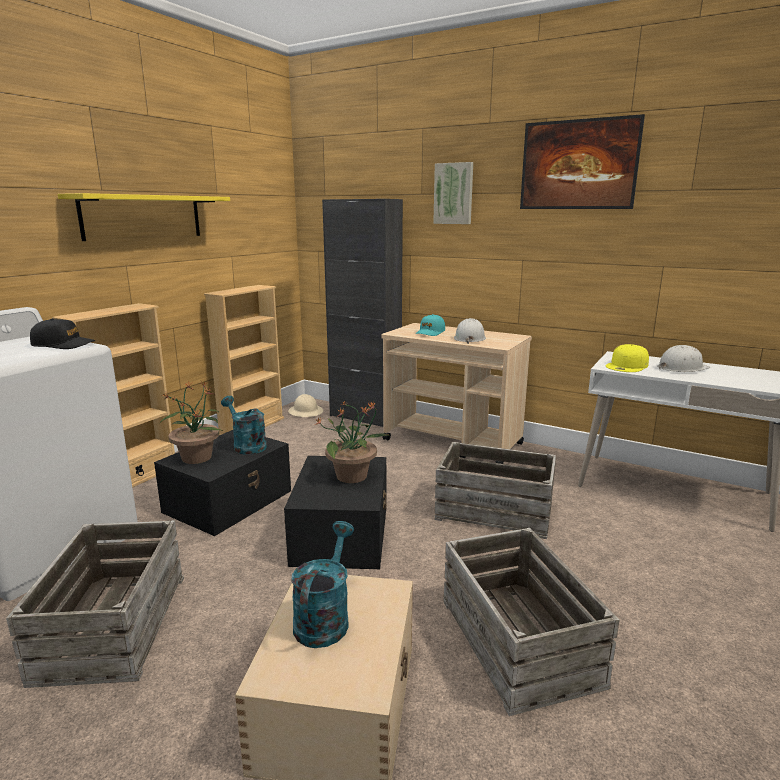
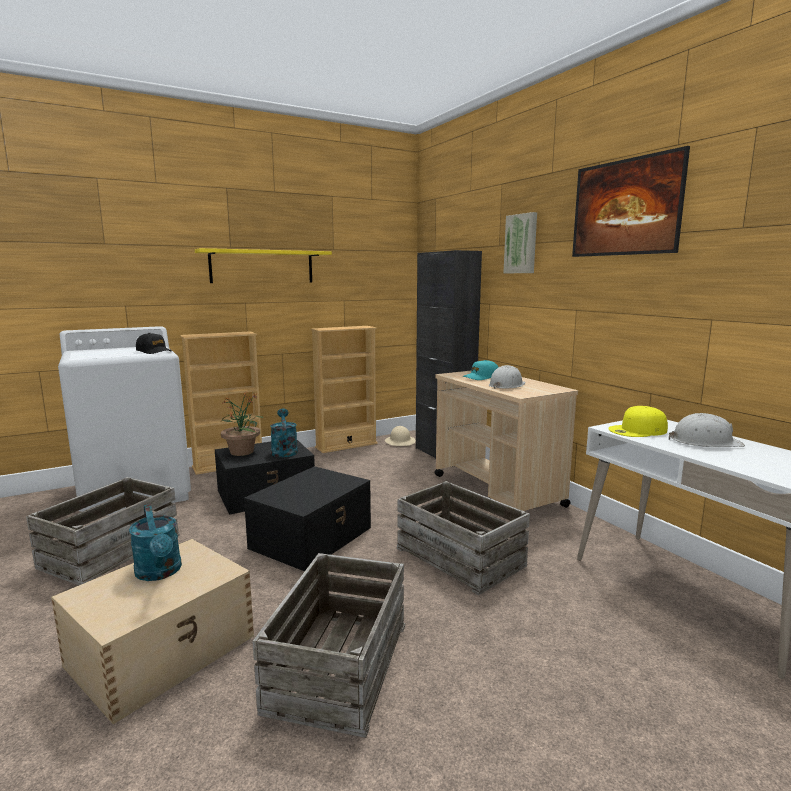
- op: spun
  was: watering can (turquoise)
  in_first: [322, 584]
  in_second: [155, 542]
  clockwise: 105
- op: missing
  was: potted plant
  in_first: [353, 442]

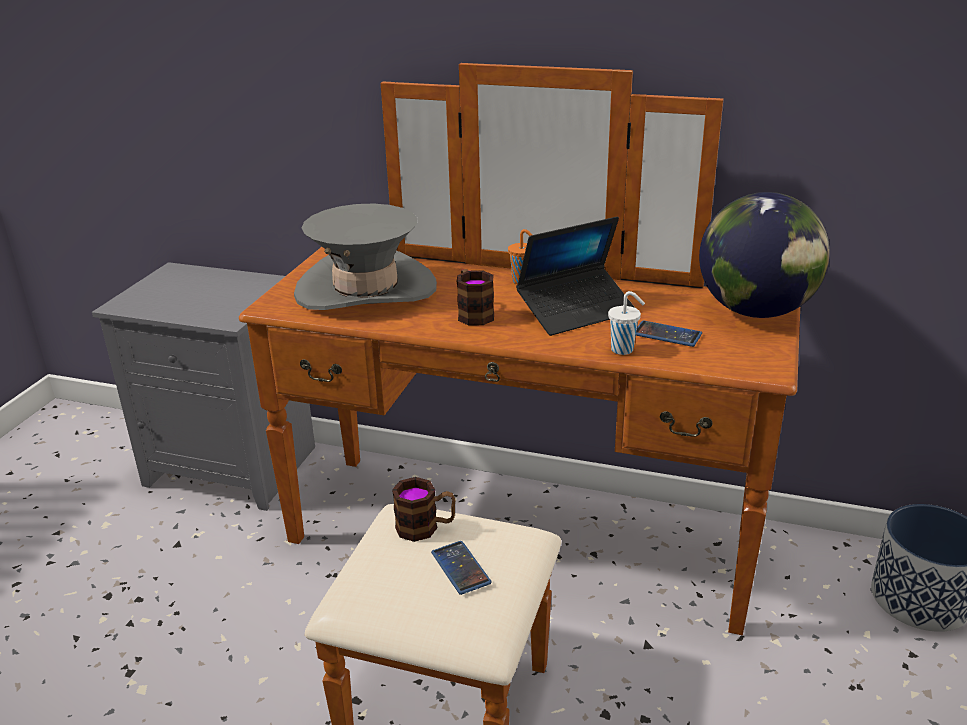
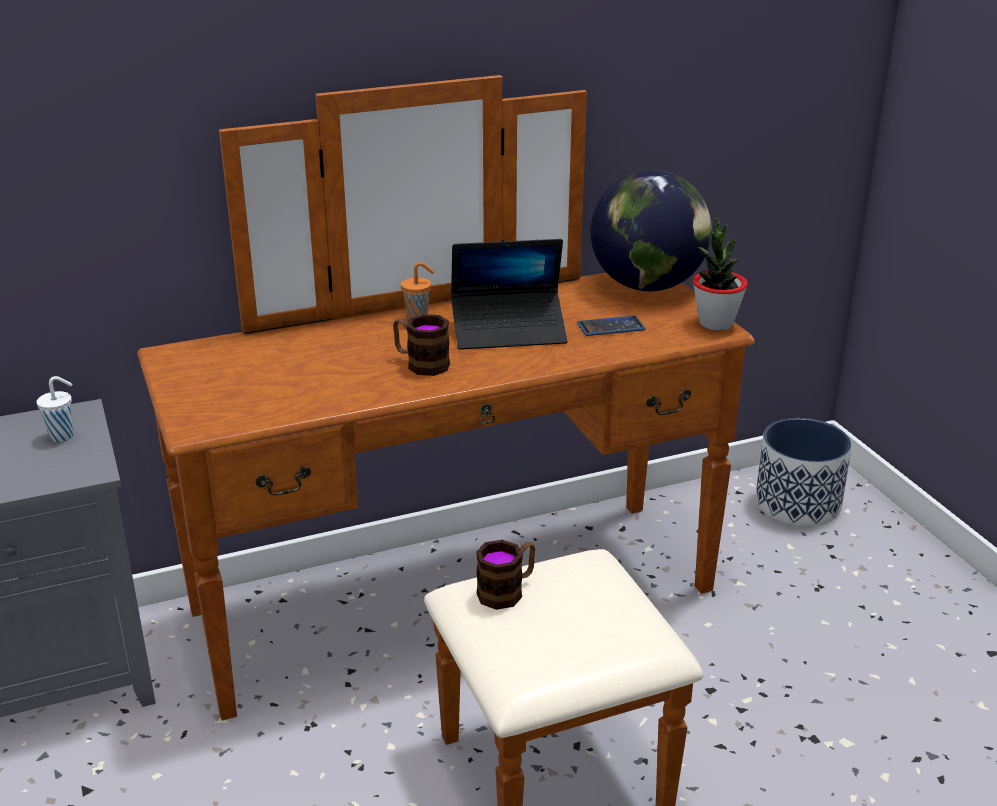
- op: relocated
  was: cup (white)
  in_first: [626, 323]
  in_second: [55, 409]
- op: spun
  was: laptop
  in_first: [575, 276]
  in_second: [509, 294]
  clockwise: 60
- op: appeared
  now: potted plant
  in_second: [720, 274]
- op: missing
  was: hat (grey)
  in_first: [365, 257]
- op: missing
  was: phone
  in_first: [461, 568]

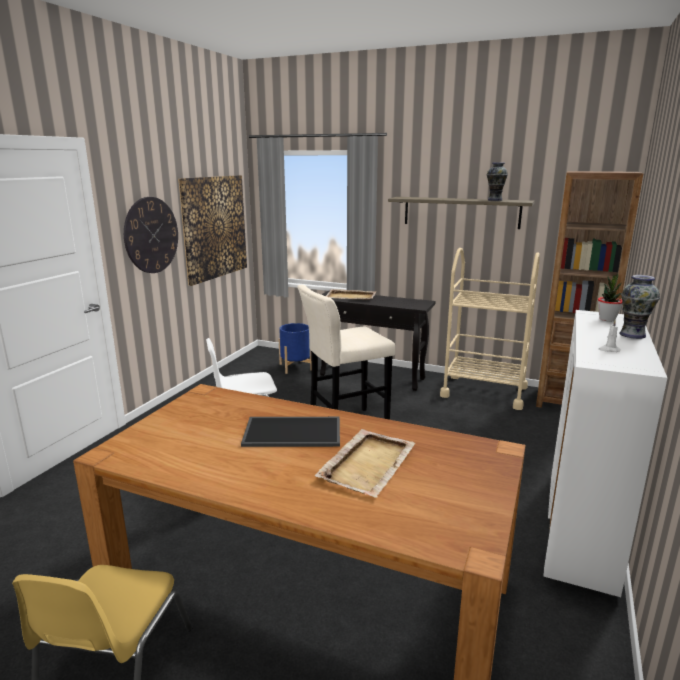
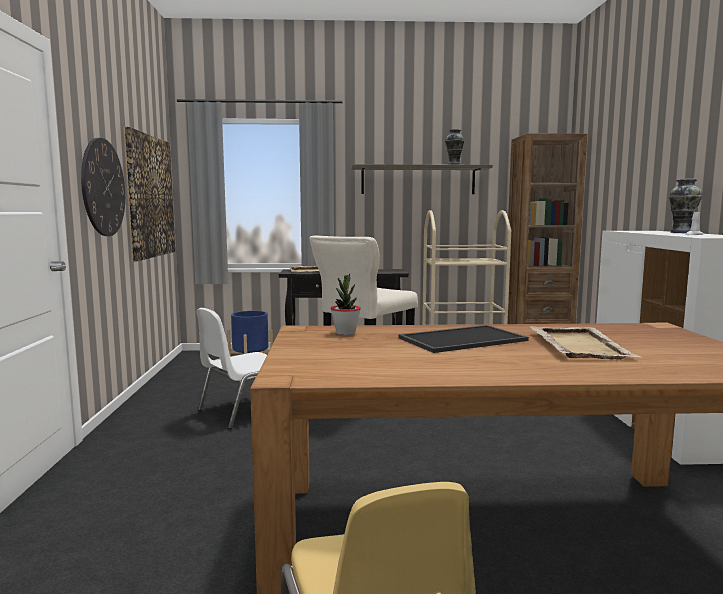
- op: relocated
  was: potted plant
  in_first: [610, 297]
  in_second: [346, 304]

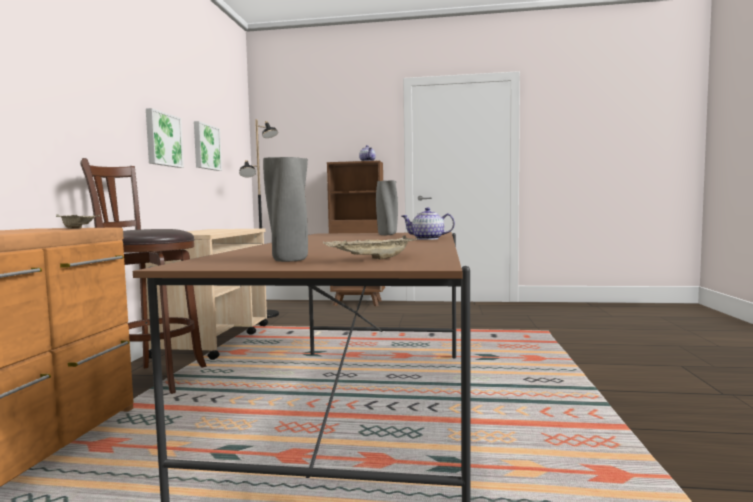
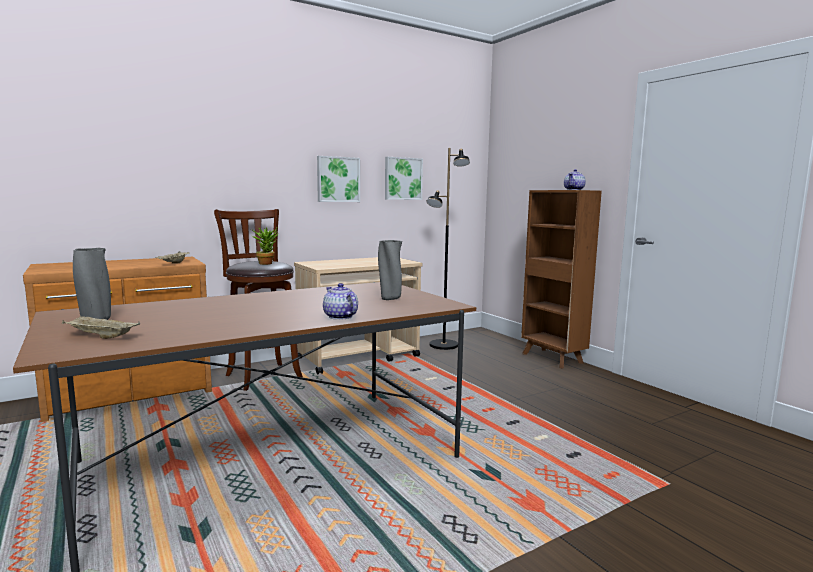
- op: appeared
  now: potted plant
  in_second: [265, 246]

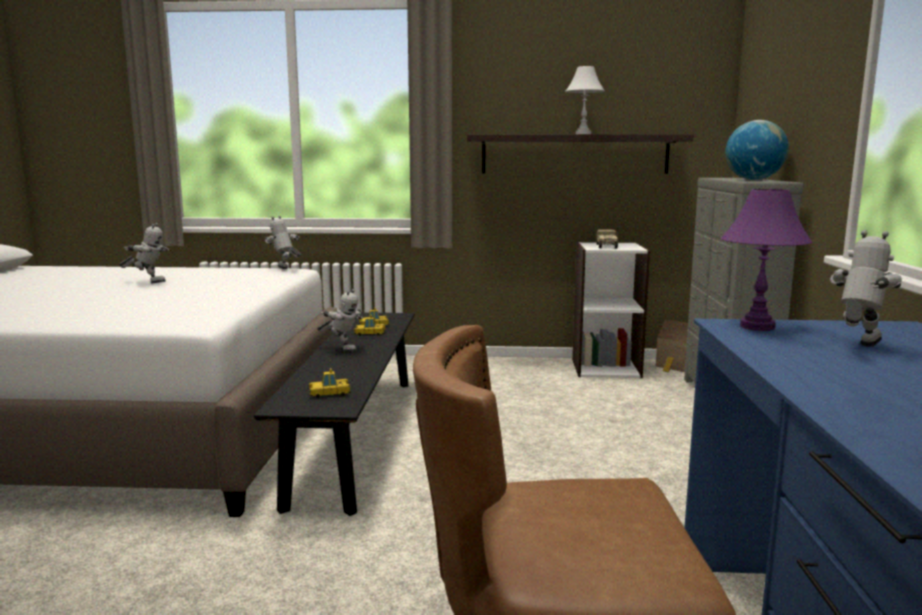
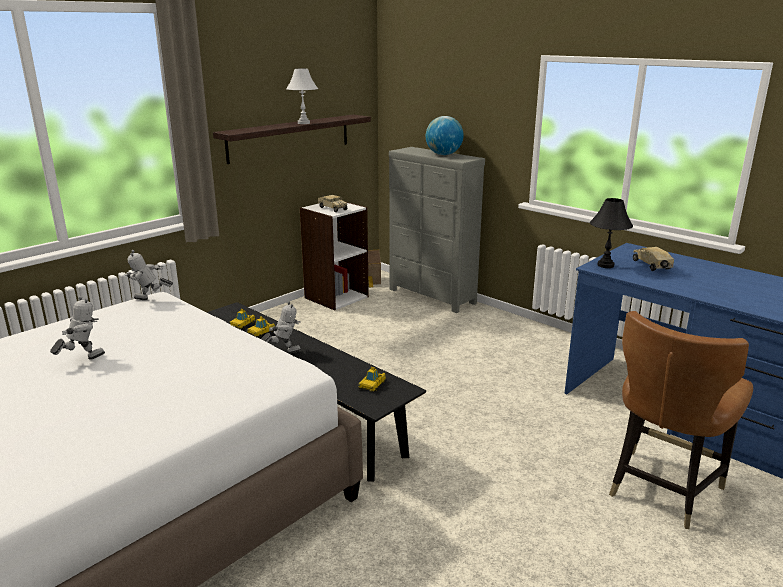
- op: colour
  was: table lamp (purple)
  now: table lamp (black)
  in_first: [766, 260]
  in_second: [611, 233]
- op: exchanged
  was: toy robot
  now: toy truck
  in_first: [866, 288]
  in_second: [653, 259]

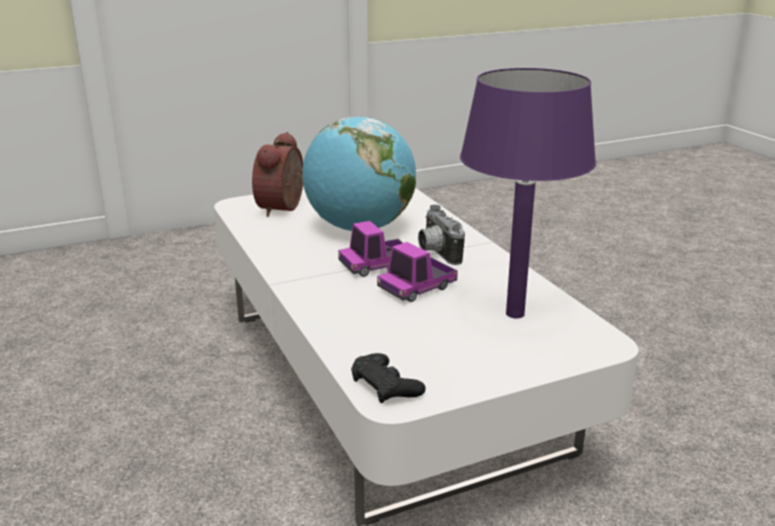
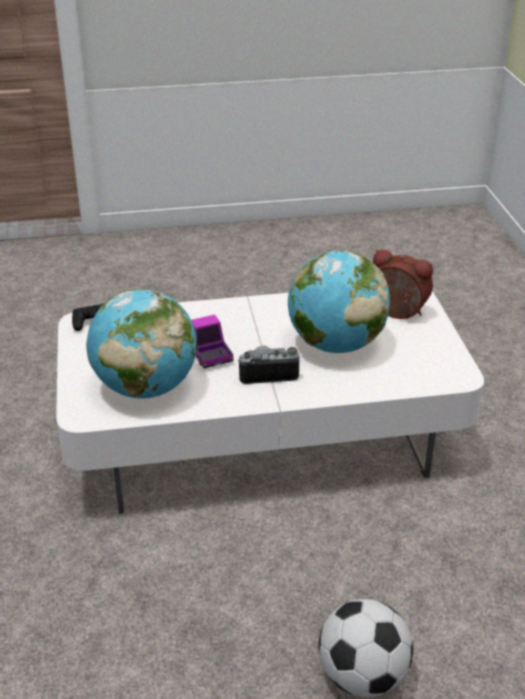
- op: exchanged
  was: table lamp (purple)
  now: globe
  in_first: [528, 193]
  in_second: [141, 343]
- op: appeared
  now: football
  in_second: [366, 648]
- op: missing
  was: toy truck
  in_first: [370, 249]

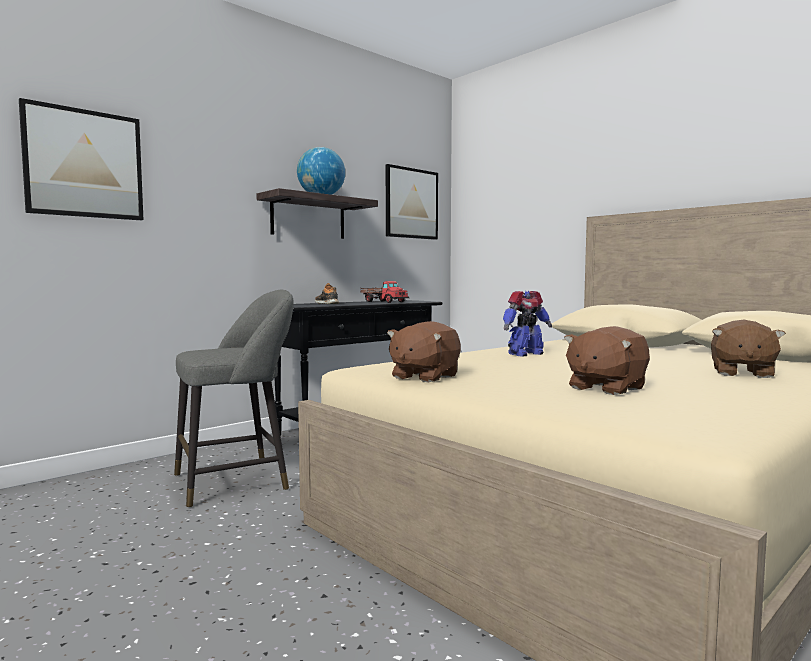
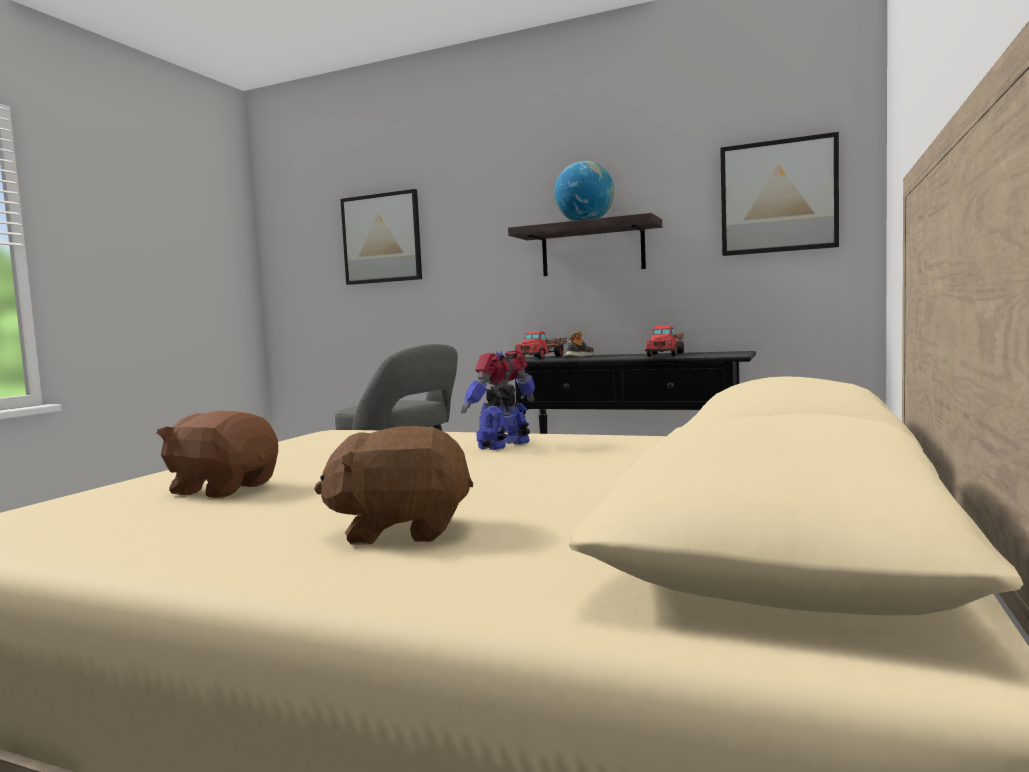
- op: spun
  was: toy robot
  in_first: [527, 323]
  in_second: [498, 400]
  clockwise: 105
- op: appeared
  now: toy truck
  in_second: [541, 345]
- op: missing
  was: plush toy (brown)
  in_first: [424, 351]

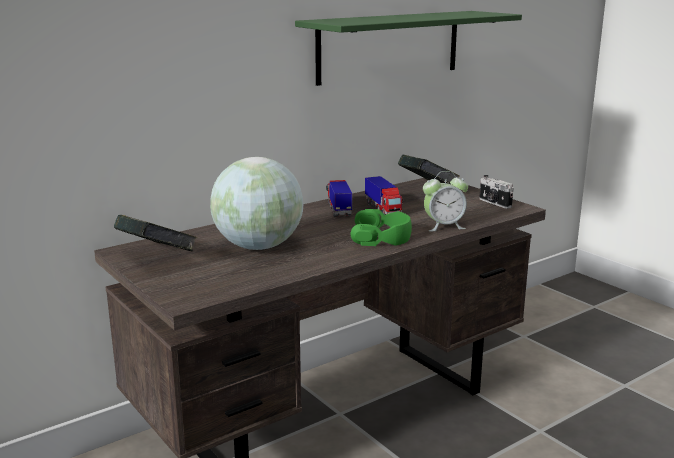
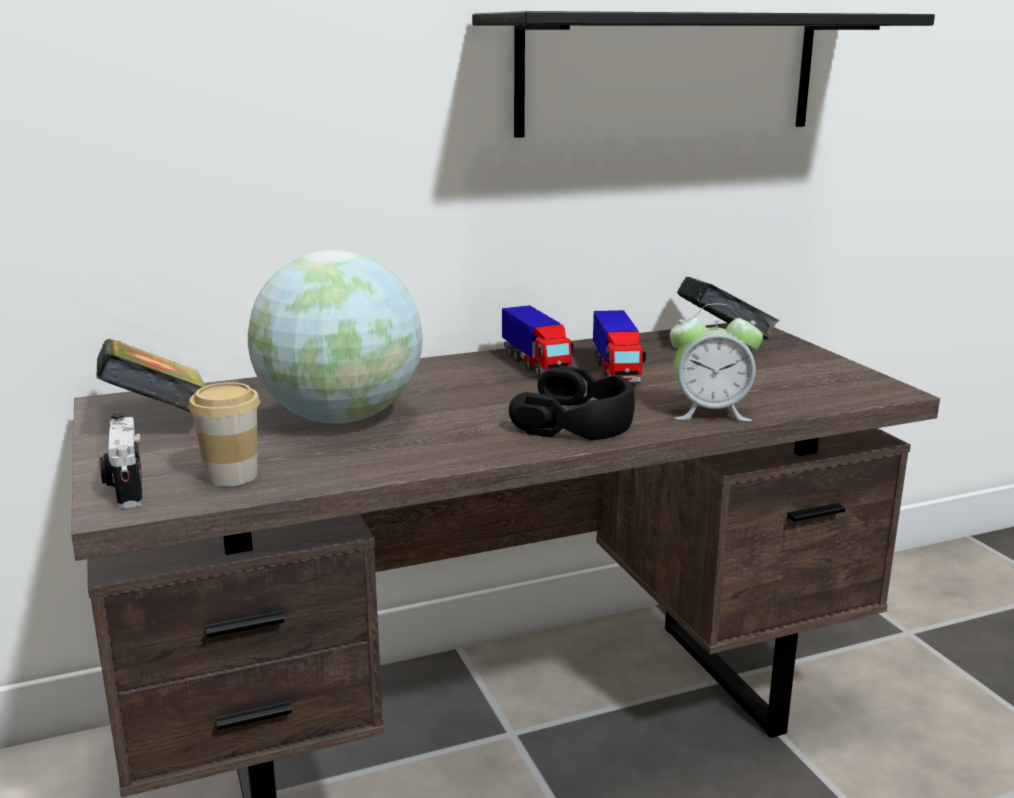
- op: relocated
  was: photo camera
  in_first: [496, 192]
  in_second: [121, 460]
- op: appeared
  now: cup
  in_second: [224, 434]
- op: colour
  was: shelf (green)
  now: shelf (black)
  in_first: [408, 48]
  in_second: [703, 74]
- op: spun
  was: toy truck
  in_first: [339, 198]
  in_second: [538, 341]
  clockwise: 150
- op: colour
  was: headphones (green)
  now: headphones (black)
  in_first: [381, 227]
  in_second: [572, 403]

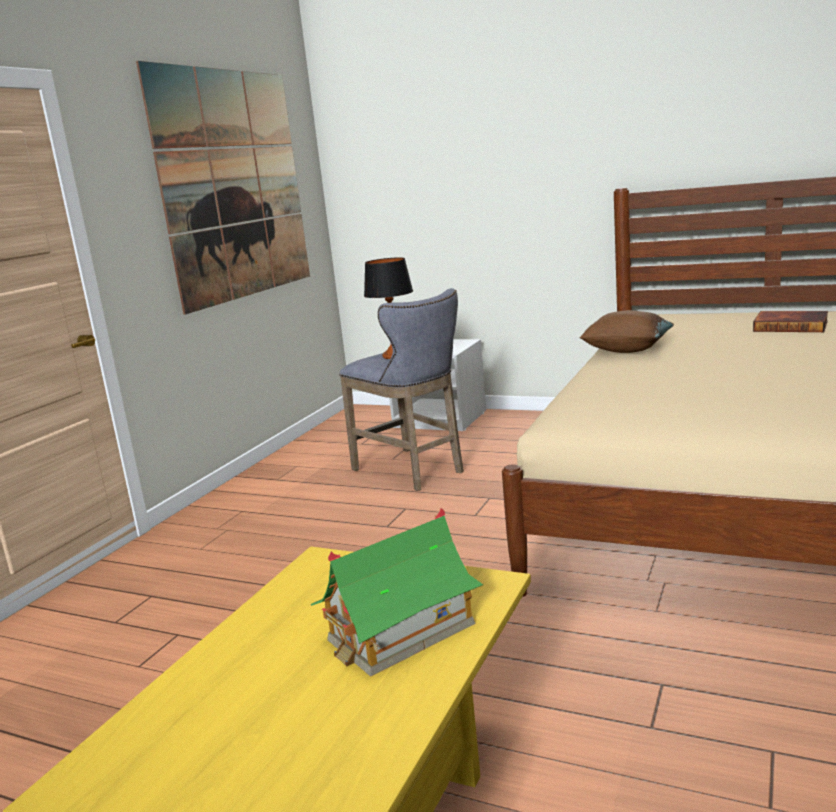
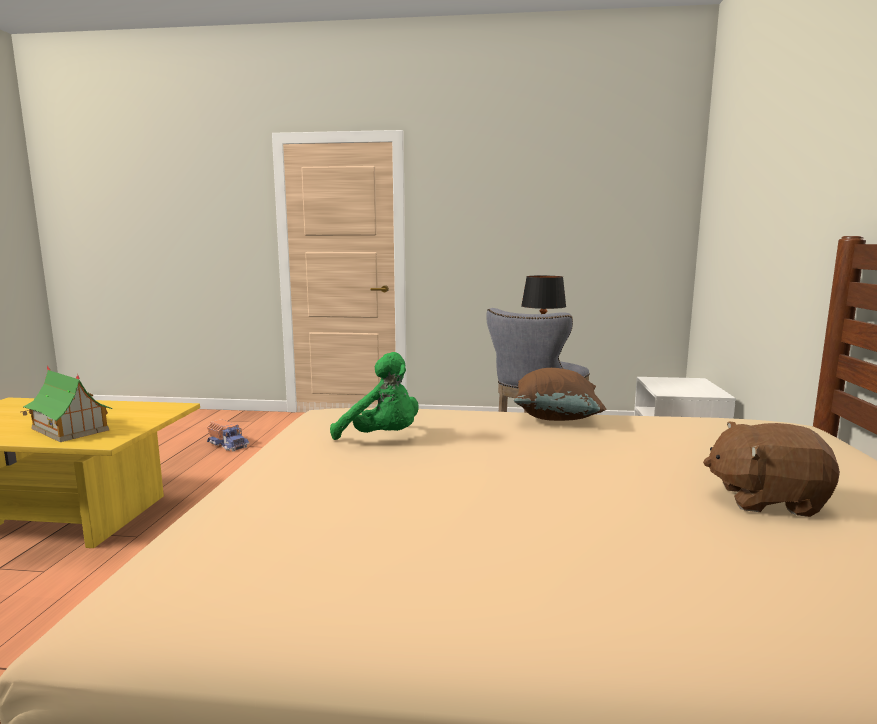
- op: appeared
  now: toy truck
  in_second: [228, 435]
- op: appeared
  now: plush toy (green)
  in_second: [374, 396]
- op: exchanged
  was: book
  now: plush toy (brown)
  in_first: [790, 321]
  in_second: [771, 469]
- op: missing
  was: picture
  in_first: [223, 188]

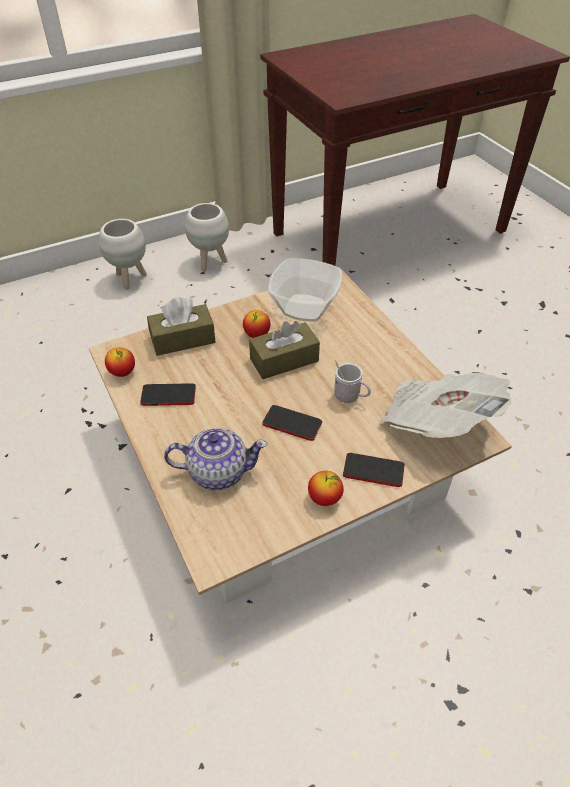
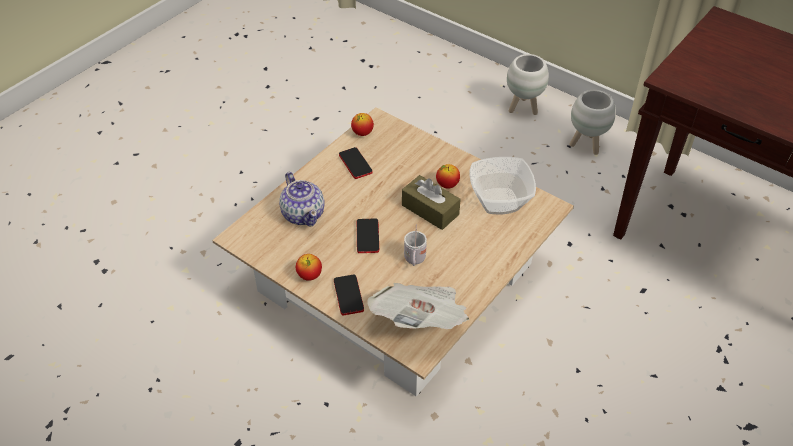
- op: missing
  was: tissue box (brown)
  in_first: [181, 326]

